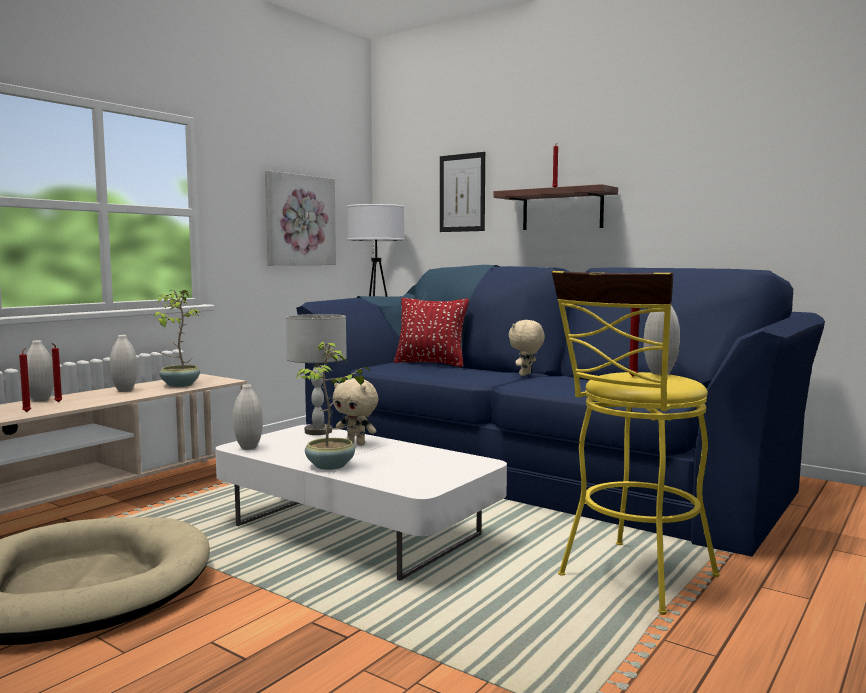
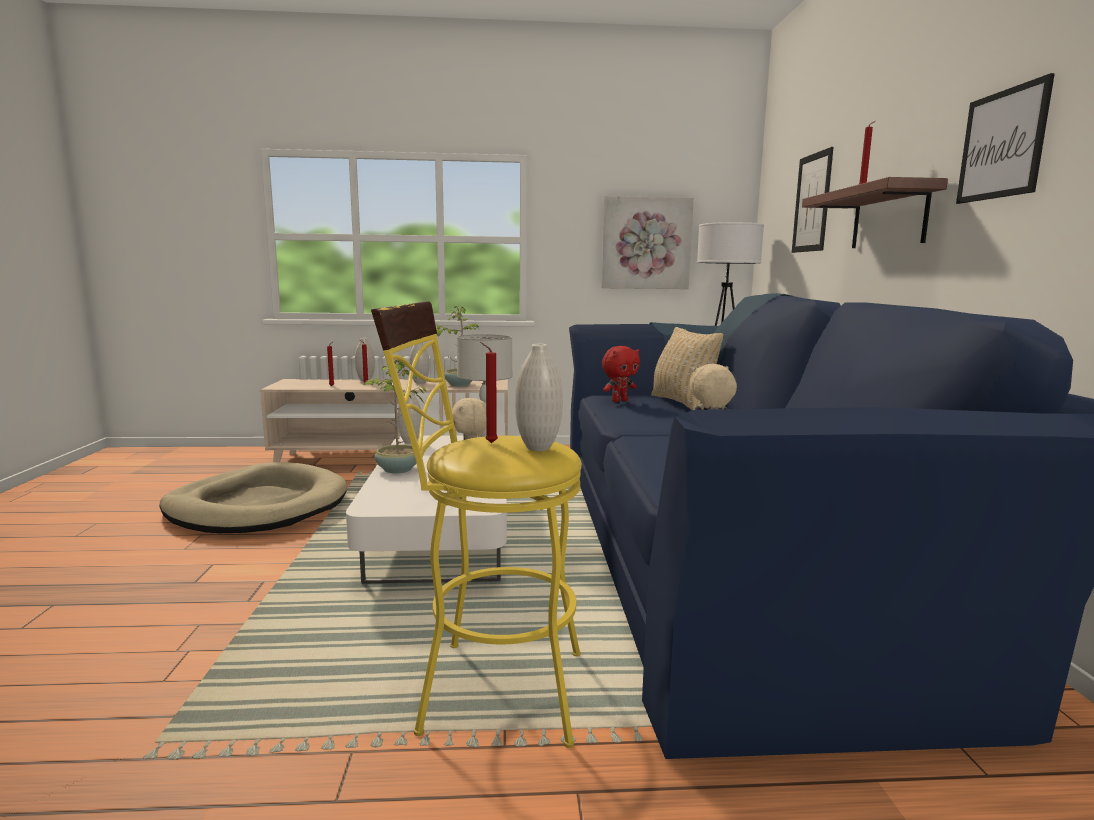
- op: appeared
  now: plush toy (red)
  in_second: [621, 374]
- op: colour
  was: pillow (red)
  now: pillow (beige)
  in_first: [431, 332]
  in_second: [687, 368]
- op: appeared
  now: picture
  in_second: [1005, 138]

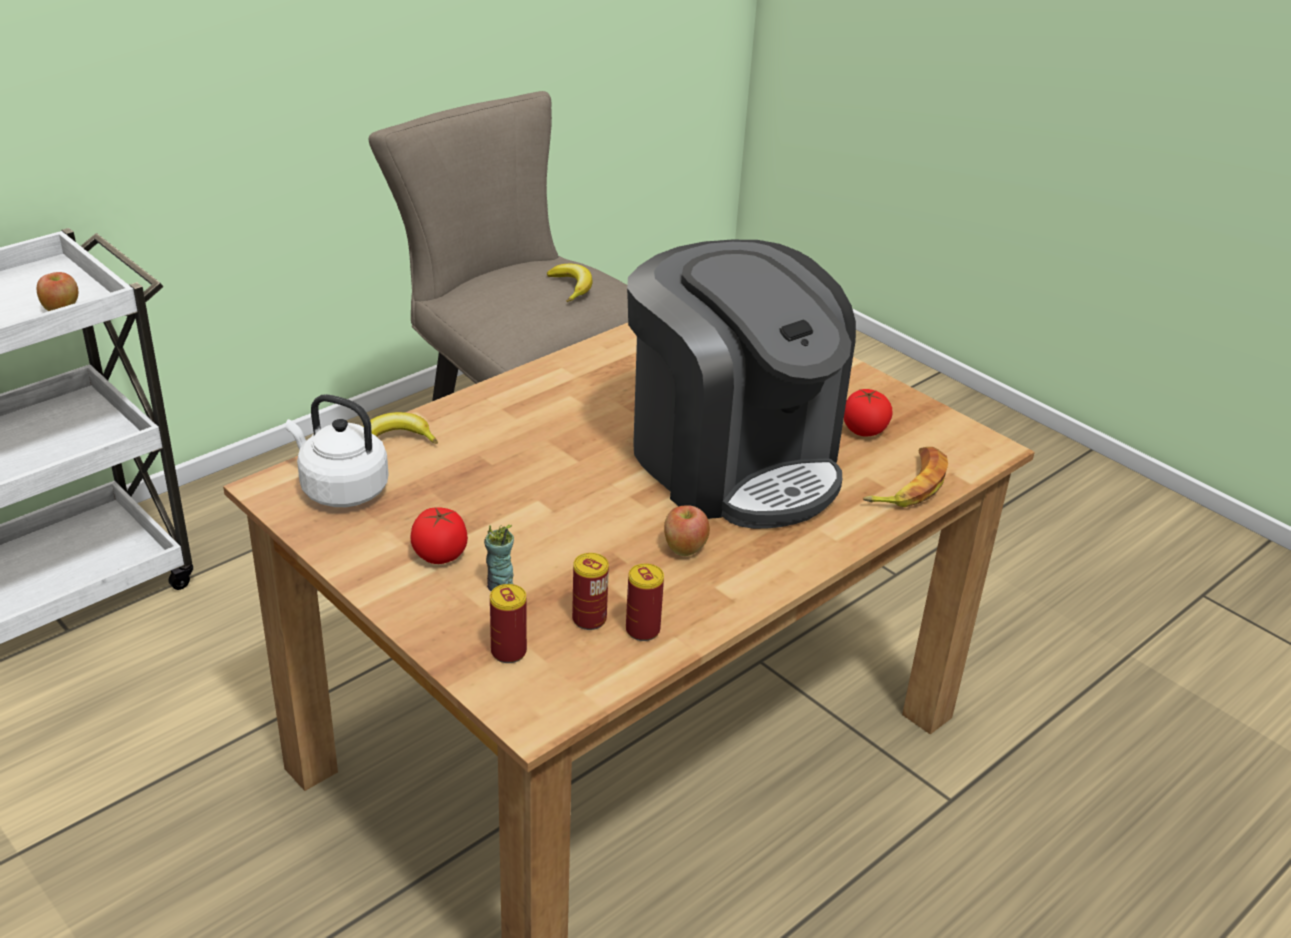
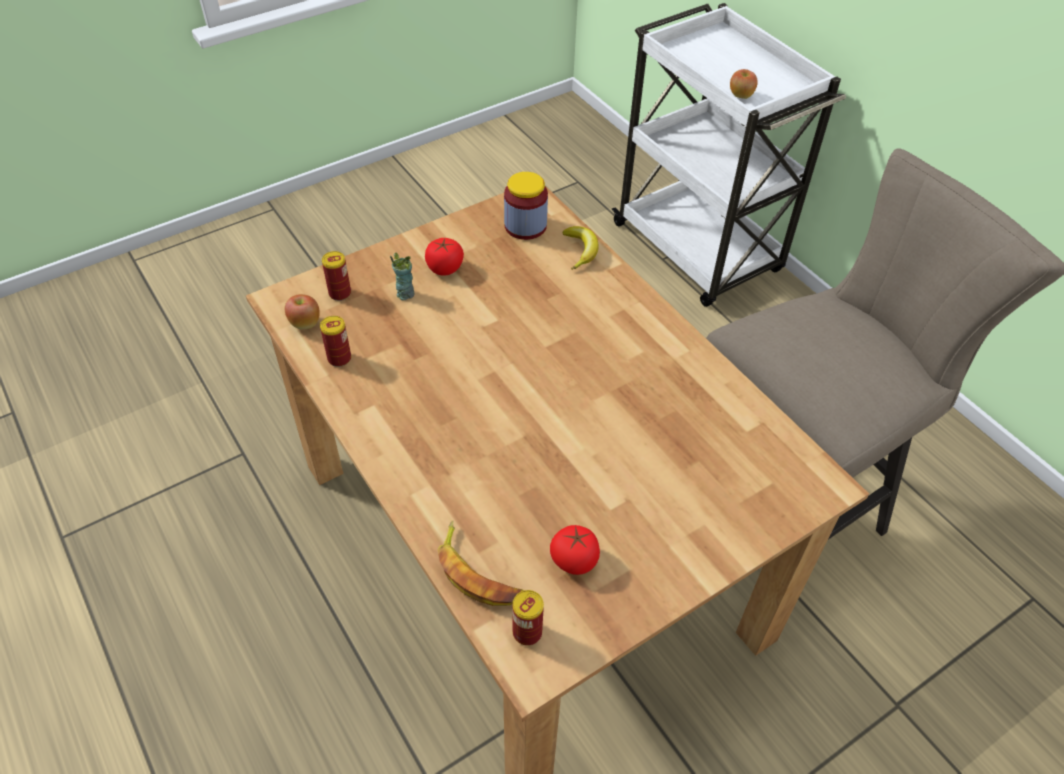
- op: relocated
  was: apple
  in_first: [687, 530]
  in_second: [302, 311]
- op: exchanged
  was: kettle (white)
  now: jar
  in_first: [337, 450]
  in_second: [526, 206]
- op: relocated
  was: can
  in_first: [590, 591]
  in_second: [528, 617]
- op: missing
  was: banana
  in_first: [570, 283]
- op: missing
  was: coffee machine
  in_first: [741, 384]

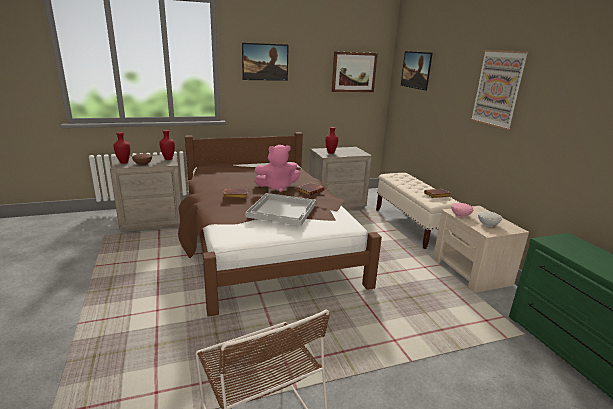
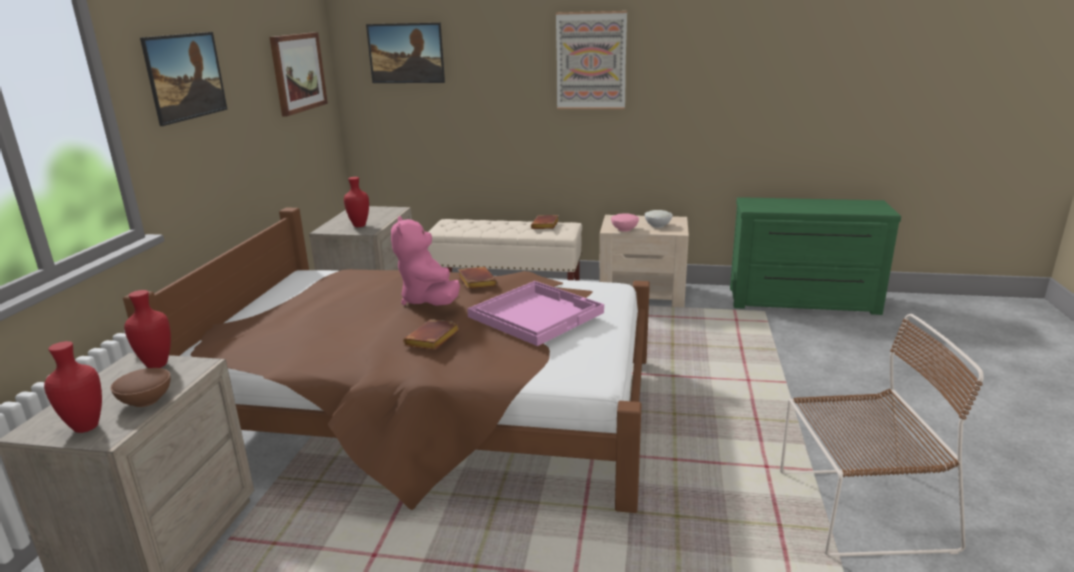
- op: spun
  was: plush toy (pink)
  in_first: [277, 168]
  in_second: [425, 261]
  clockwise: 150
- op: colour
  was: tray (white)
  now: tray (pink)
  in_first: [281, 209]
  in_second: [535, 313]

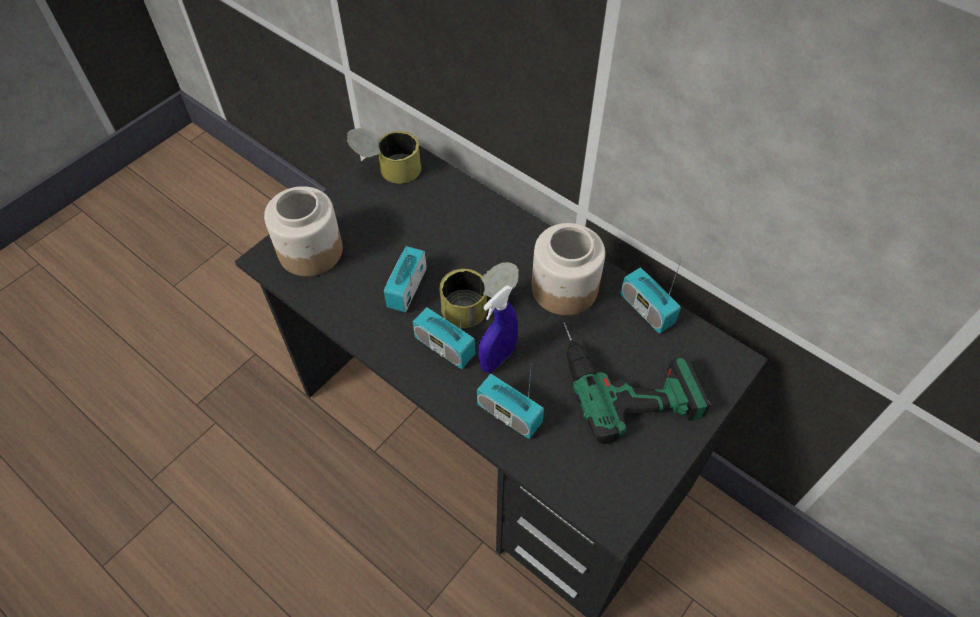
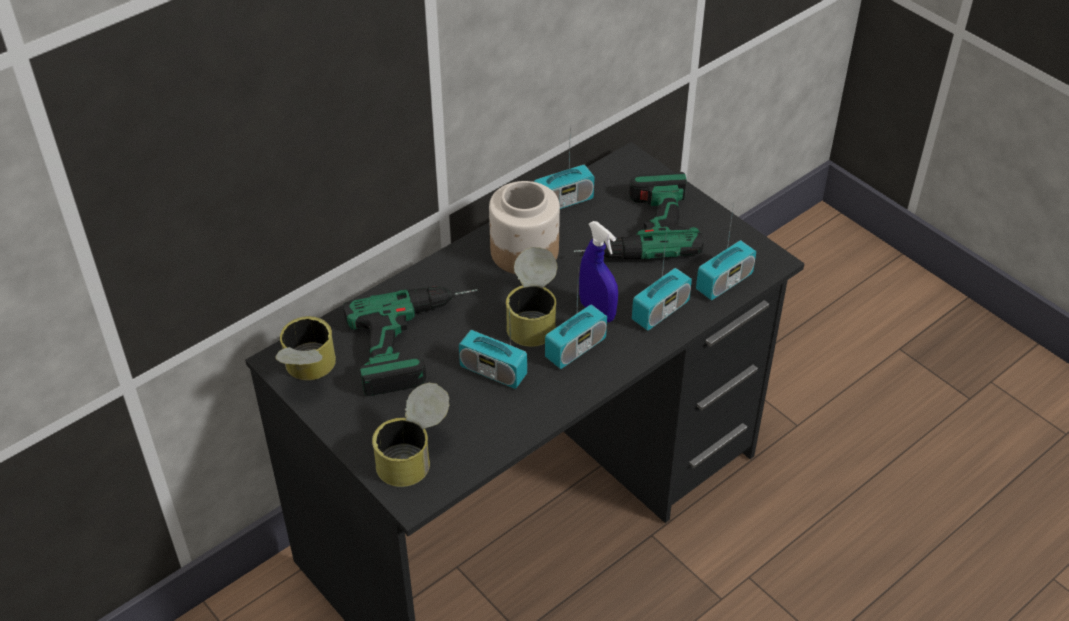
- op: appeared
  now: power drill
  in_second: [410, 341]
- op: exchanged
  was: jar
  now: can
  in_first: [303, 231]
  in_second: [410, 435]
- op: appeared
  now: radio
  in_second: [726, 251]

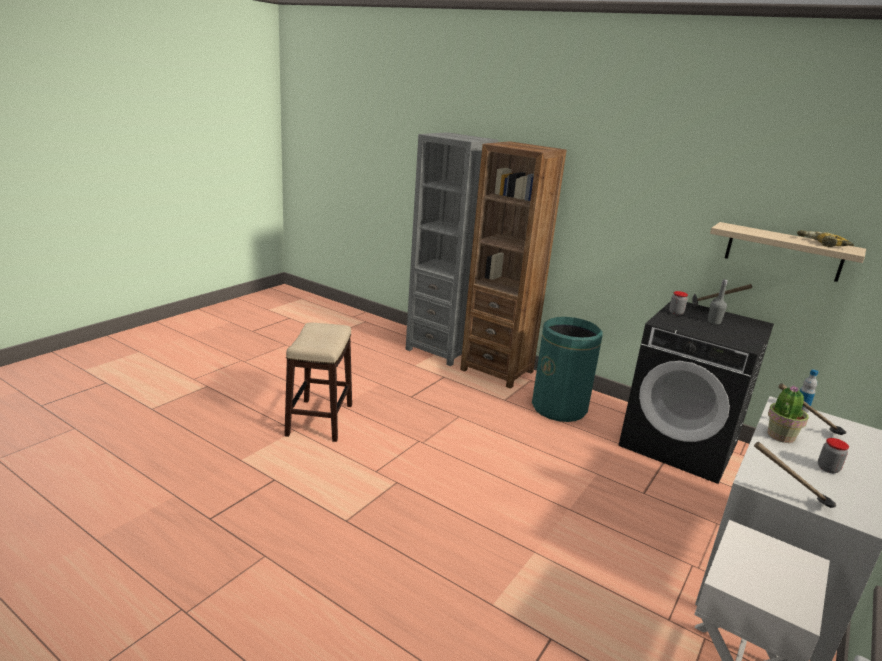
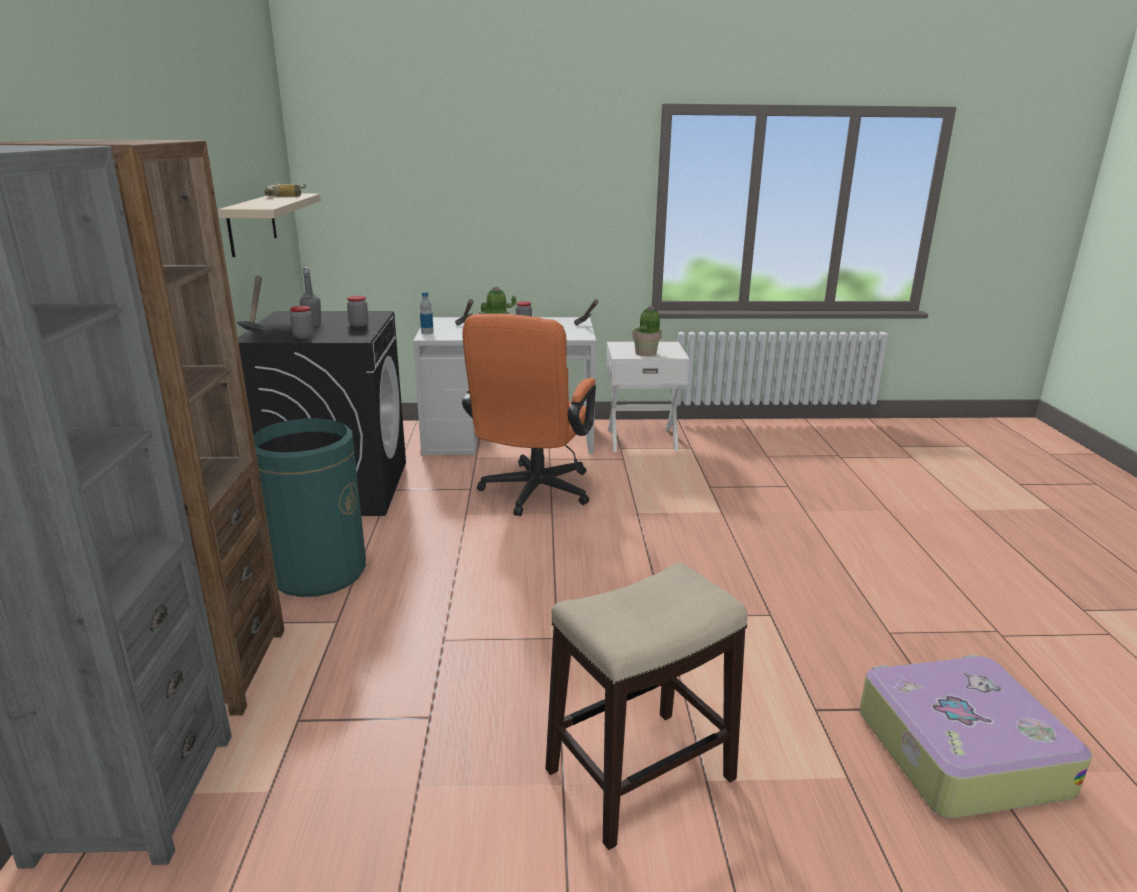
- op: appeared
  now: jar
  in_second: [358, 311]
- op: appeared
  now: office chair (orange)
  in_second: [529, 415]
- op: appeared
  now: potted plant
  in_second: [647, 331]
- op: appeared
  now: suitcase
  in_second: [975, 736]

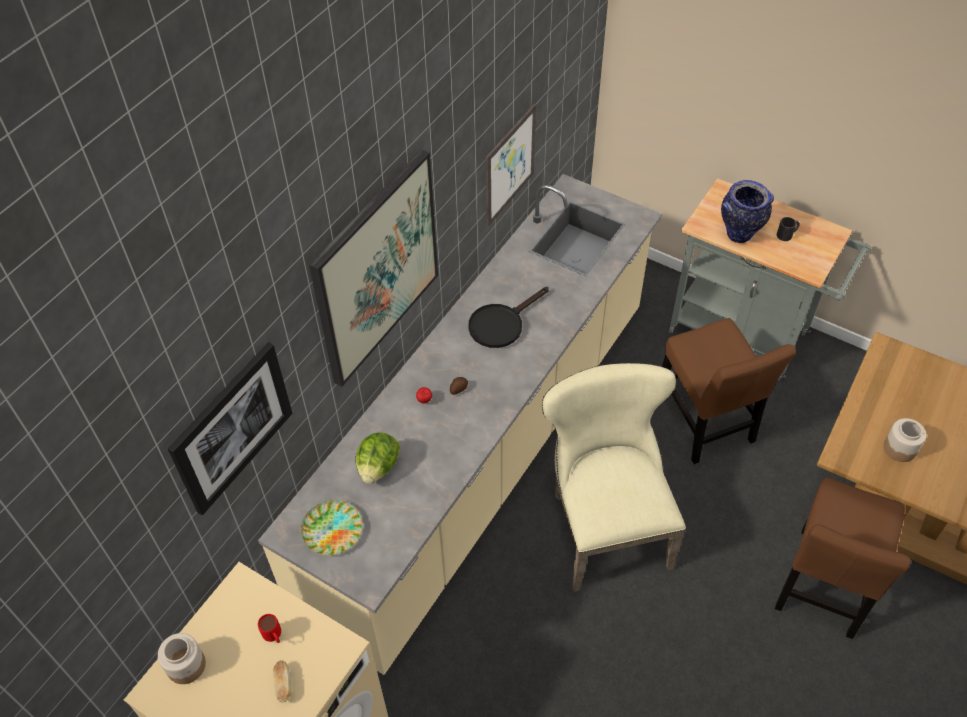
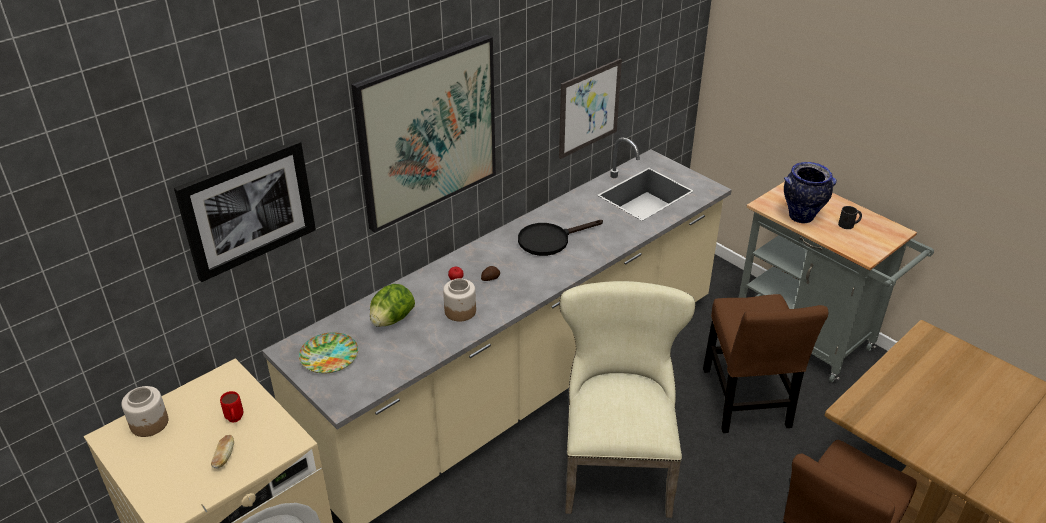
- op: relocated
  was: jar
  in_first: [905, 440]
  in_second: [459, 299]

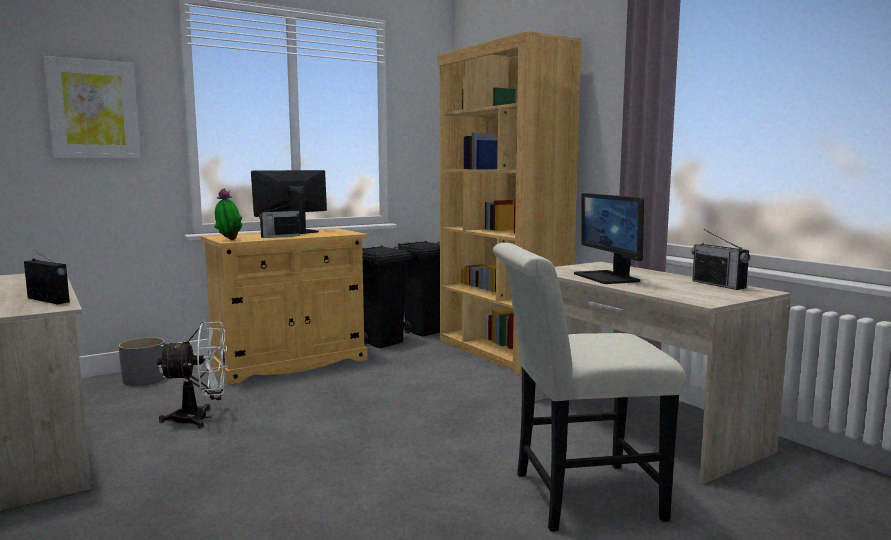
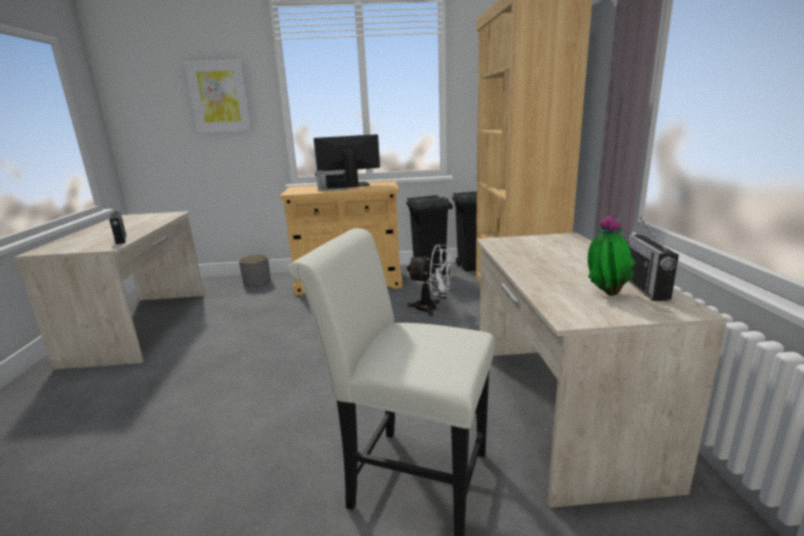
- op: relocated
  was: fan (white)
  in_first: [192, 375]
  in_second: [430, 280]
- op: relocated
  was: potted plant
  in_first: [228, 214]
  in_second: [611, 255]
- op: missing
  was: monitor
  in_first: [609, 238]

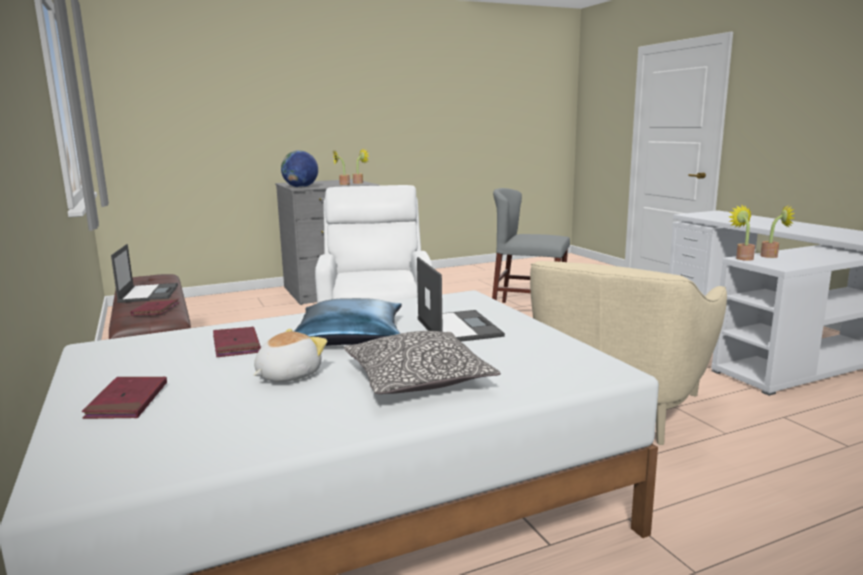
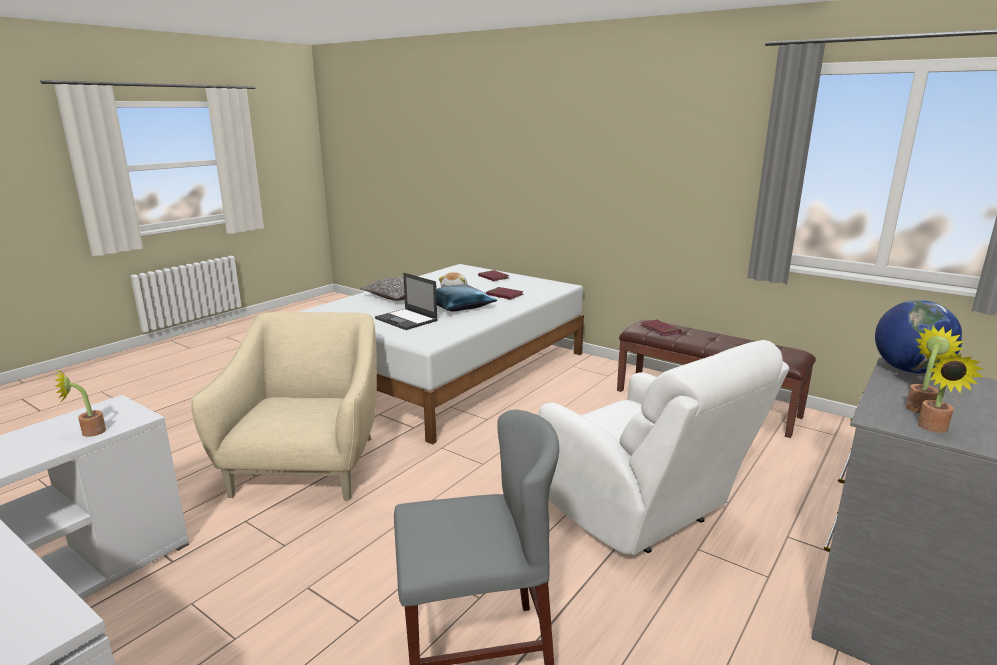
- op: missing
  was: laptop
  in_first: [144, 273]
- op: missing
  was: potted plant
  in_first: [742, 232]

